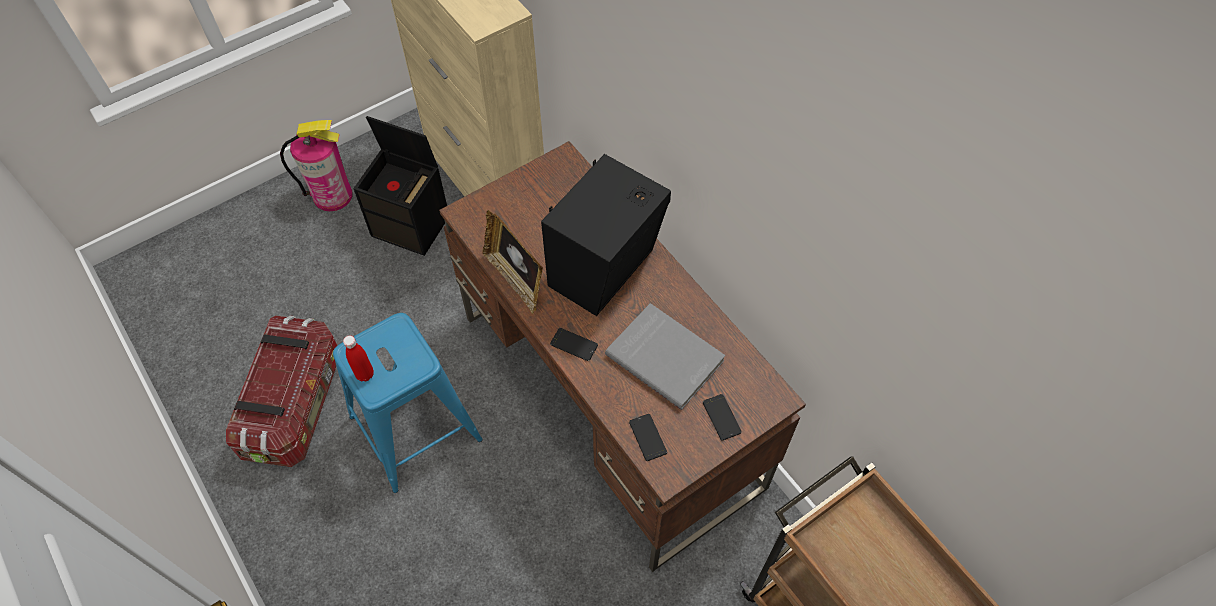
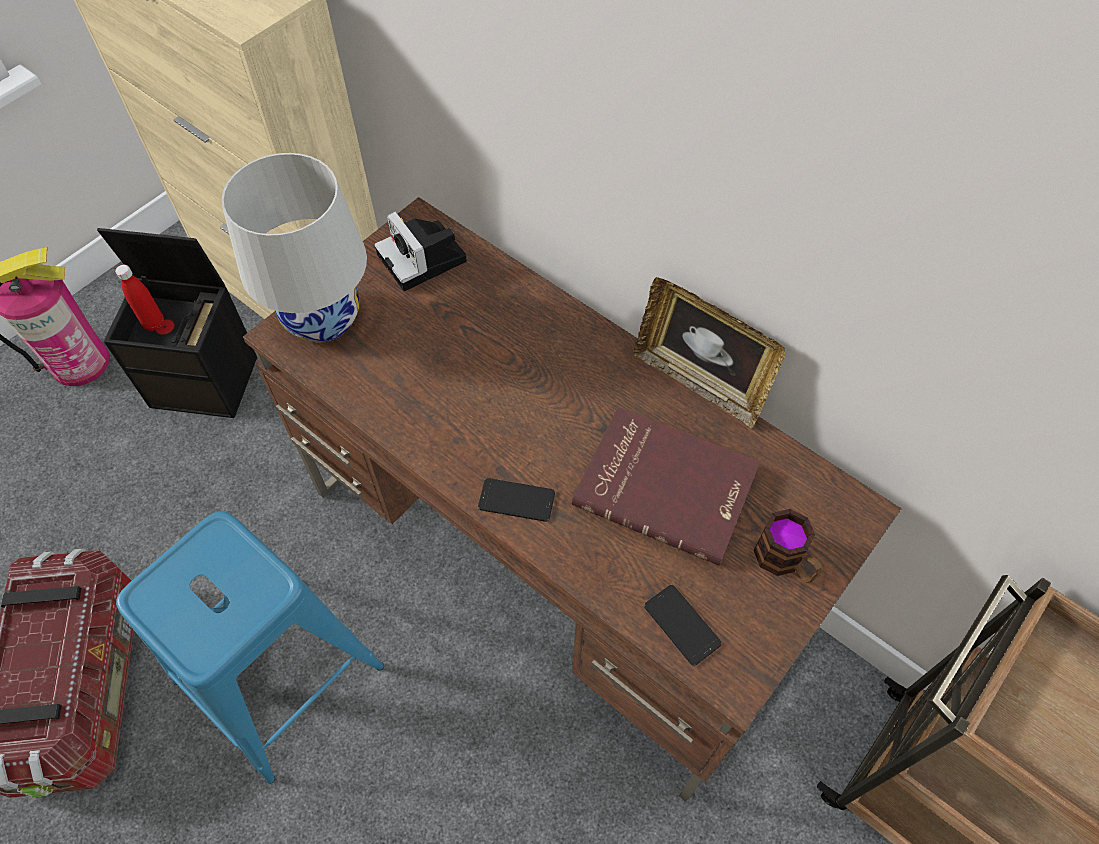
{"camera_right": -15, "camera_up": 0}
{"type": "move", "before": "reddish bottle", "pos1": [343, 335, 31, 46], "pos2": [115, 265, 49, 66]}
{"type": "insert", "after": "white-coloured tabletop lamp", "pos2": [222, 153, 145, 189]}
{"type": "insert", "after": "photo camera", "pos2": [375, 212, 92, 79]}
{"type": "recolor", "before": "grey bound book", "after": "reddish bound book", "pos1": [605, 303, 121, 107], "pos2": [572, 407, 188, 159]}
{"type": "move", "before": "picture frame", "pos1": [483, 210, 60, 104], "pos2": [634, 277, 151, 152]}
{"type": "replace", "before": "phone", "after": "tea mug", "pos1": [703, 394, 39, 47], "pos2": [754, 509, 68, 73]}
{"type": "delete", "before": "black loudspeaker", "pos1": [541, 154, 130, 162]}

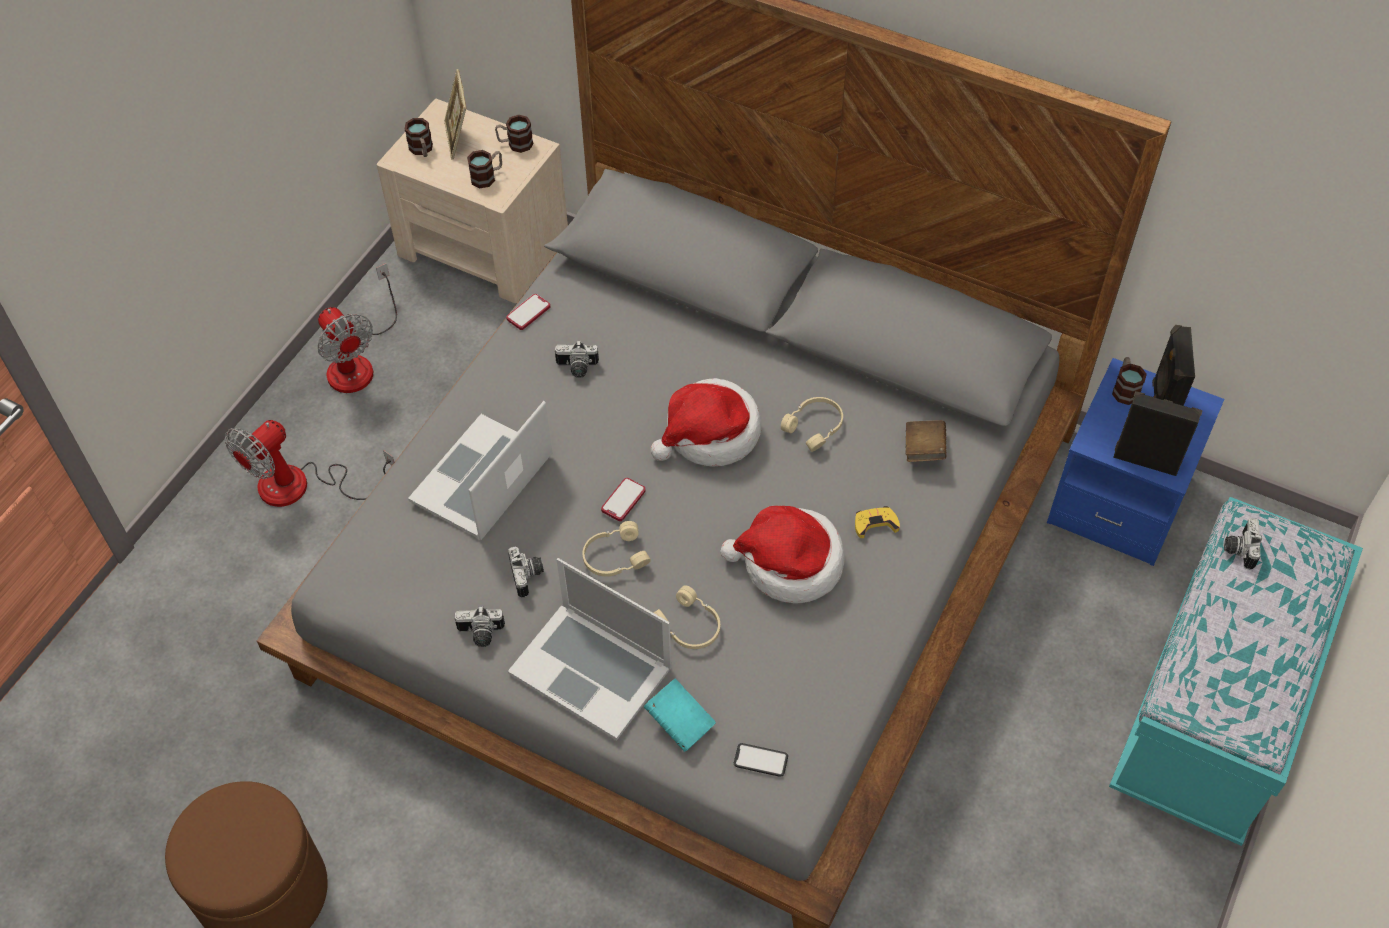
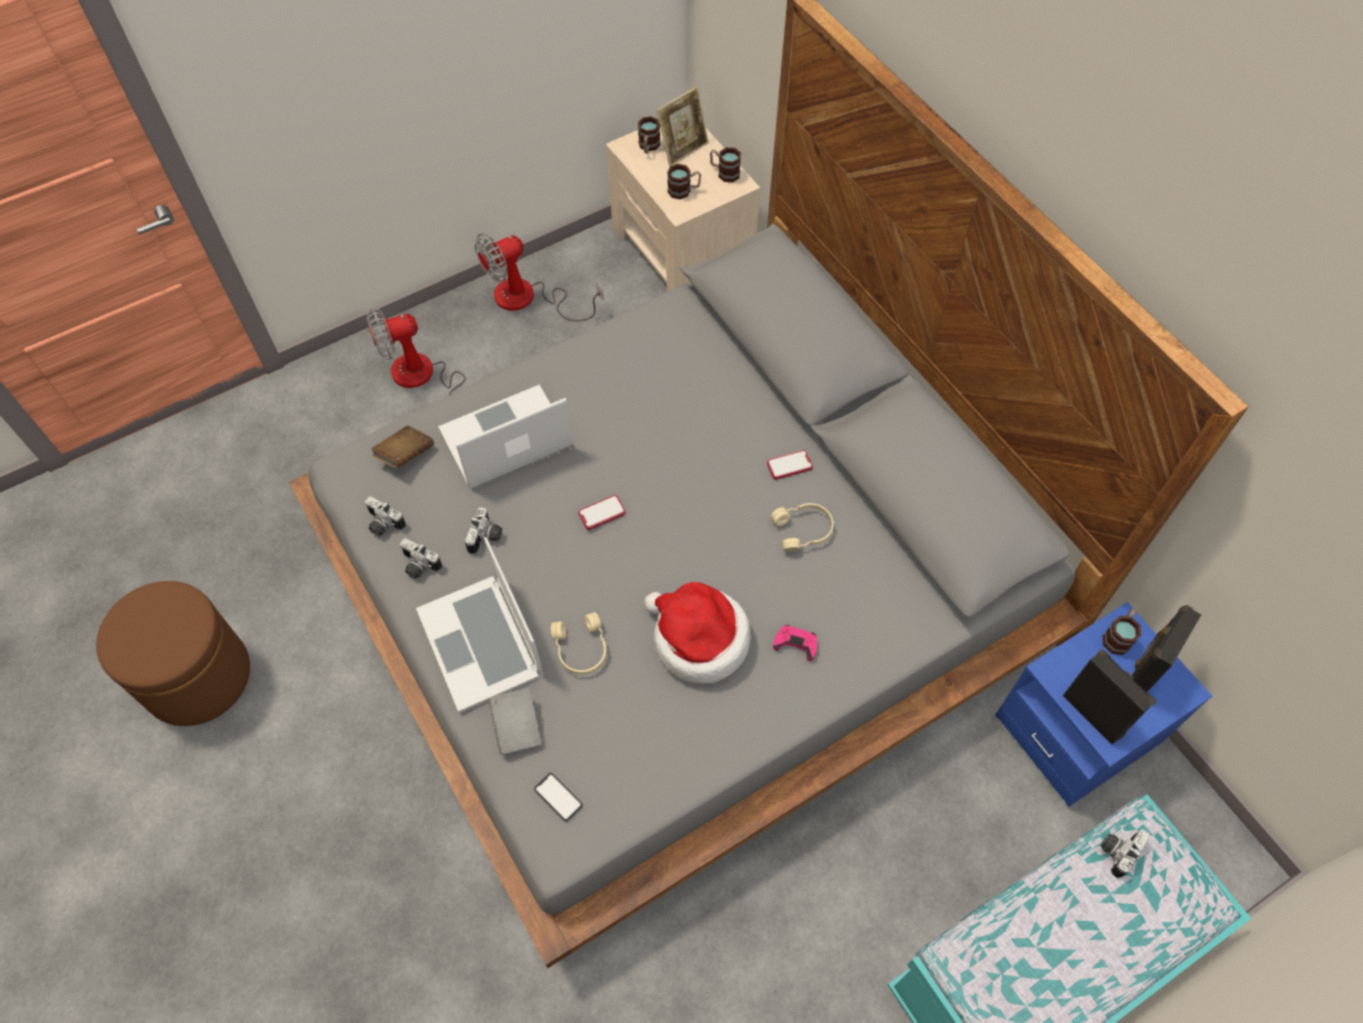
{"camera_right": 30, "camera_up": 5}
{"type": "move", "before": "photo camera", "pos1": [555, 341, 44, 37], "pos2": [365, 496, 41, 40]}
{"type": "move", "before": "brown-coloured bound book", "pos1": [906, 420, 40, 42], "pos2": [371, 426, 63, 42]}
{"type": "rotate", "before": "fan", "pos1": [317, 263, 80, 130], "pos2": [474, 233, 130, 88], "turn": 60}
{"type": "recolor", "before": "turquoise-coloured bound book", "after": "grey bound book", "pos1": [644, 679, 72, 73], "pos2": [488, 688, 54, 67]}
{"type": "rotate", "before": "picture frame", "pos1": [444, 69, 22, 90], "pos2": [657, 87, 52, 79], "turn": -150}
{"type": "move", "before": "phone", "pos1": [506, 294, 44, 36], "pos2": [767, 450, 46, 30]}
{"type": "recolor", "before": "yellow game controller", "after": "pink-coloured game controller", "pos1": [855, 506, 45, 32], "pos2": [773, 625, 44, 36]}
{"type": "delete", "before": "beige-coloured pair of headphones", "pos1": [582, 521, 69, 55]}
{"type": "delete", "before": "wearable hat", "pos1": [651, 378, 110, 88]}

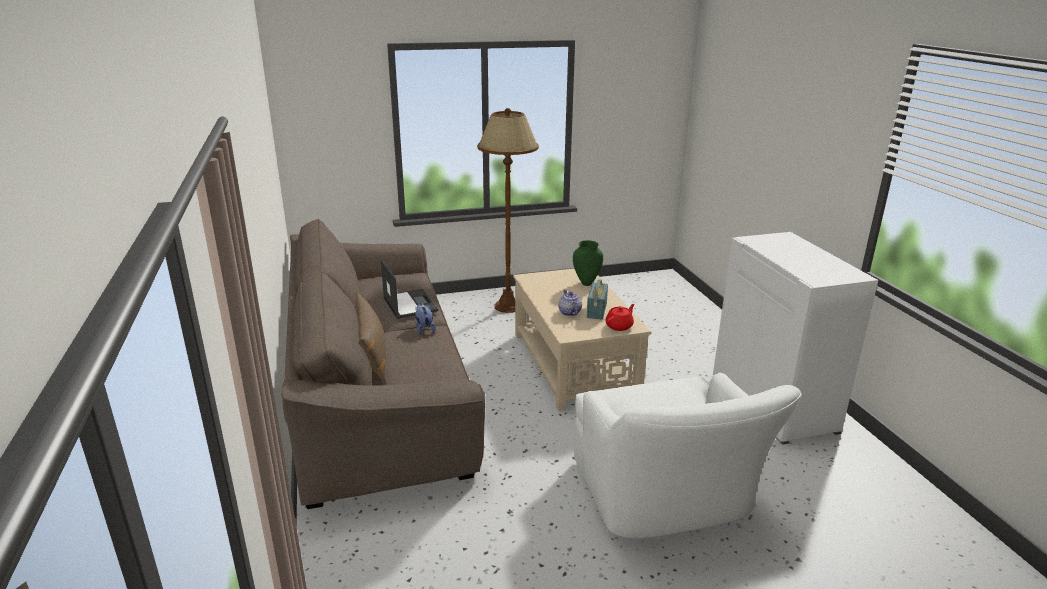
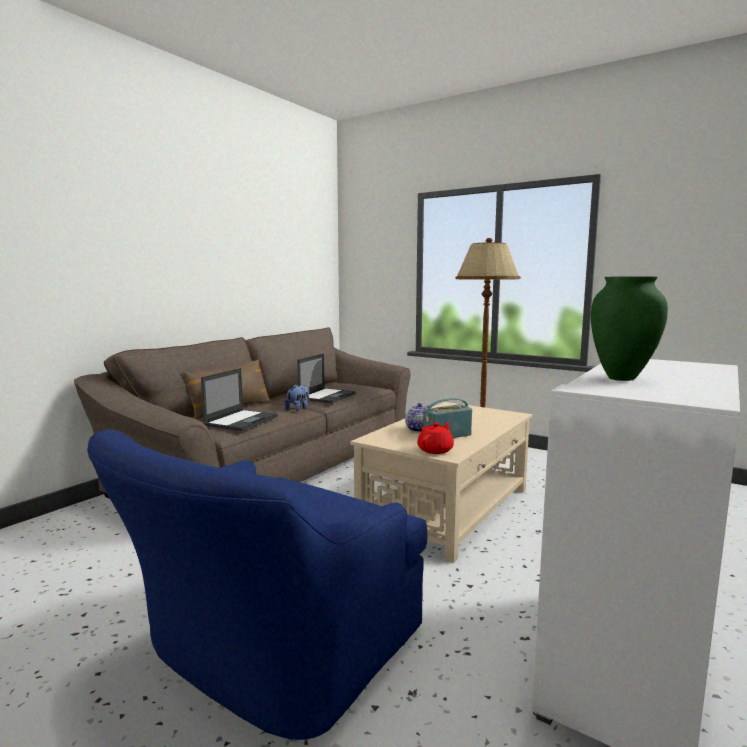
{"camera_right": 50, "camera_up": -15}
{"type": "recolor", "before": "white-coloured easy chair", "after": "blue-coloured easy chair", "pos1": [574, 373, 228, 166], "pos2": [87, 429, 340, 311]}
{"type": "insert", "after": "notebook computer", "pos2": [201, 368, 77, 63]}
{"type": "rotate", "before": "reddish teapot", "pos1": [606, 304, 29, 27], "pos2": [417, 422, 37, 32], "turn": -60}
{"type": "move", "before": "green vase", "pos1": [573, 240, 30, 46], "pos2": [591, 276, 77, 105]}

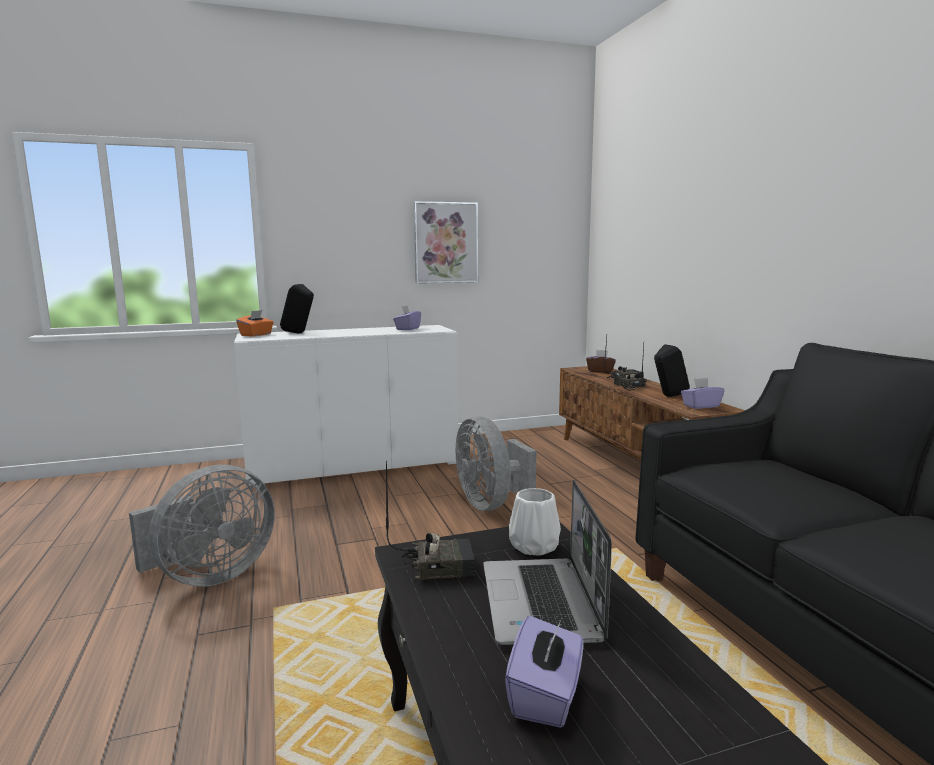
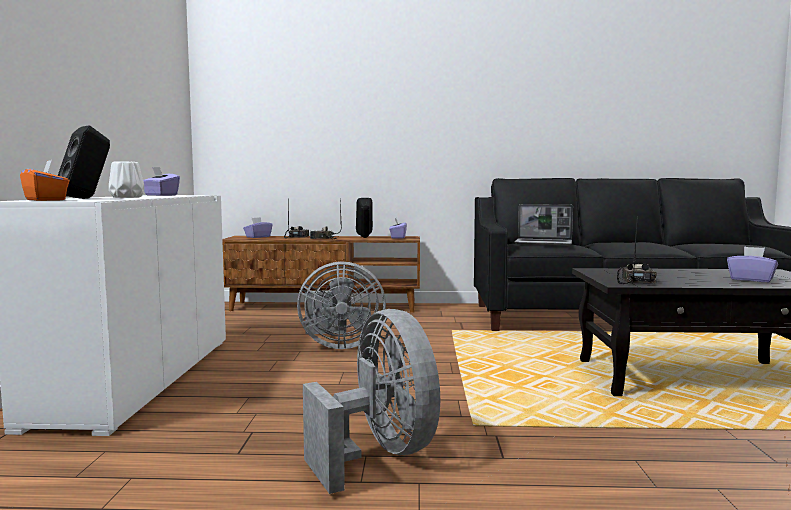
{"camera_right": -70, "camera_up": -5}
{"type": "move", "before": "white-coloured vase", "pos1": [509, 488, 52, 68], "pos2": [109, 161, 35, 37]}
{"type": "recolor", "before": "brown-coloured tissue holder", "after": "purplish tissue holder", "pos1": [586, 350, 30, 23], "pos2": [243, 217, 29, 21]}
{"type": "move", "before": "notebook computer", "pos1": [483, 480, 129, 165], "pos2": [514, 204, 59, 42]}
{"type": "delete", "before": "wall picture", "pos1": [413, 201, 65, 82]}

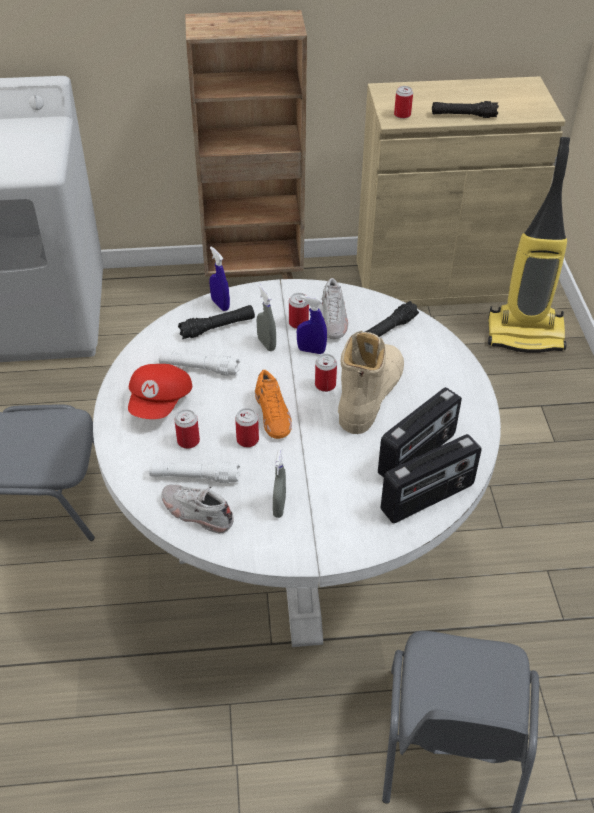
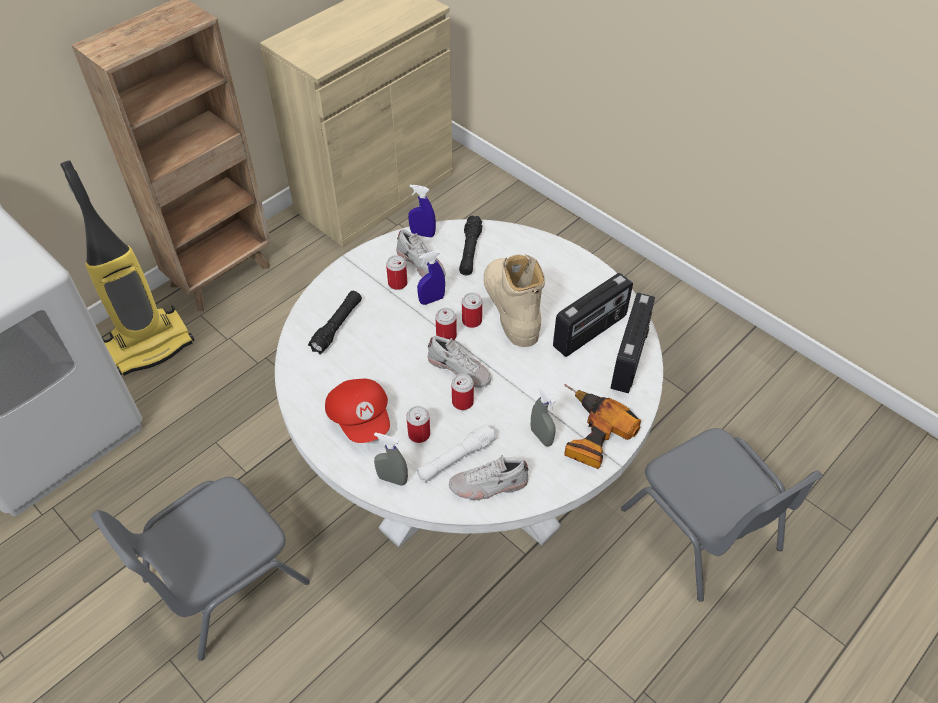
{"camera_right": -40, "camera_up": 5}
{"type": "move", "before": "hoover", "pos1": [488, 137, 82, 216], "pos2": [60, 160, 135, 216]}
{"type": "move", "before": "grey sprayer", "pos1": [257, 285, 19, 66], "pos2": [374, 432, 34, 54]}
{"type": "move", "before": "blue-coloured sprayer", "pos1": [209, 246, 21, 65], "pos2": [408, 185, 28, 53]}
{"type": "recolor", "before": "orange shoe", "after": "white-coloured shoe", "pos1": [255, 370, 37, 69], "pos2": [428, 336, 63, 52]}
{"type": "move", "before": "sealed can", "pos1": [394, 86, 19, 33], "pos2": [435, 308, 22, 33]}
{"type": "rotate", "before": "radio", "pos1": [378, 387, 84, 90], "pos2": [553, 273, 80, 84], "turn": 45}
{"type": "insert", "after": "drill", "pos2": [564, 384, 77, 85]}
{"type": "delete", "before": "white-coloured torch", "pos1": [159, 350, 81, 26]}
{"type": "delete", "before": "black torch", "pos1": [432, 101, 67, 17]}

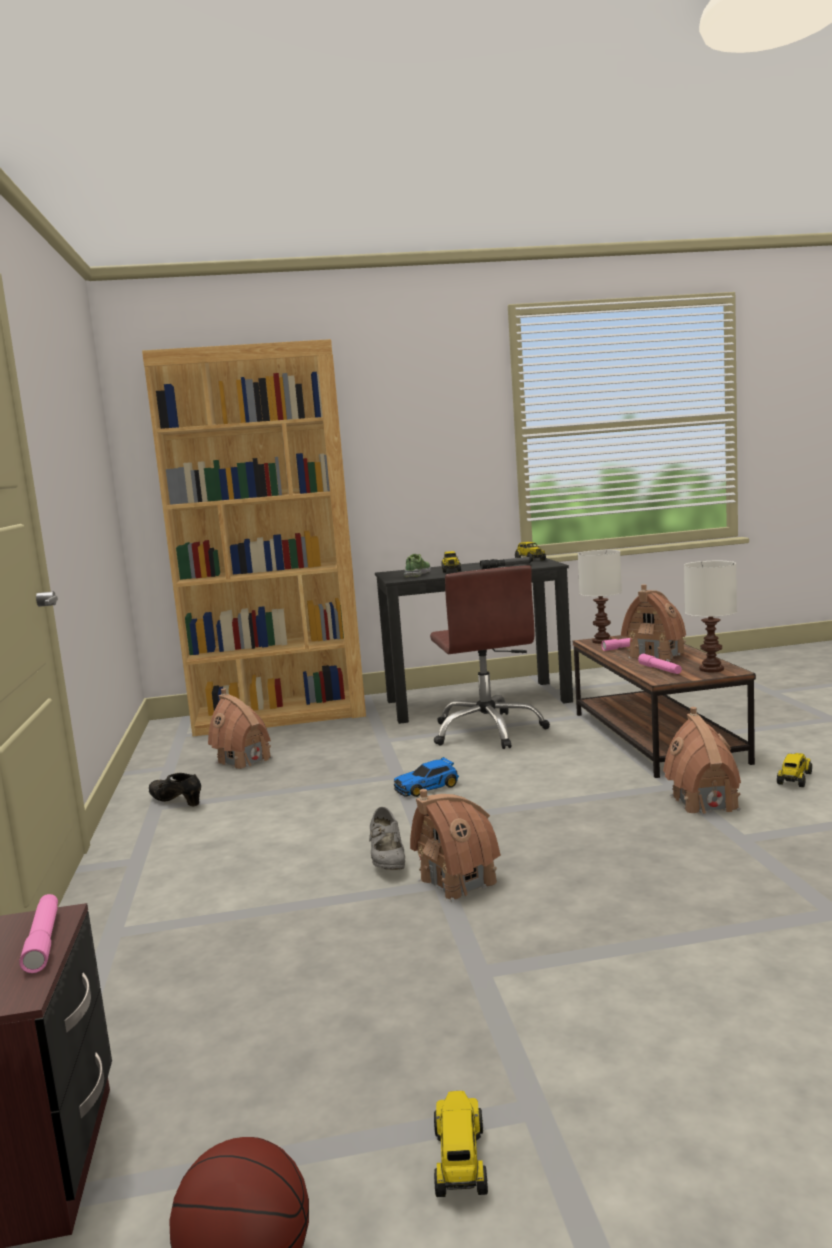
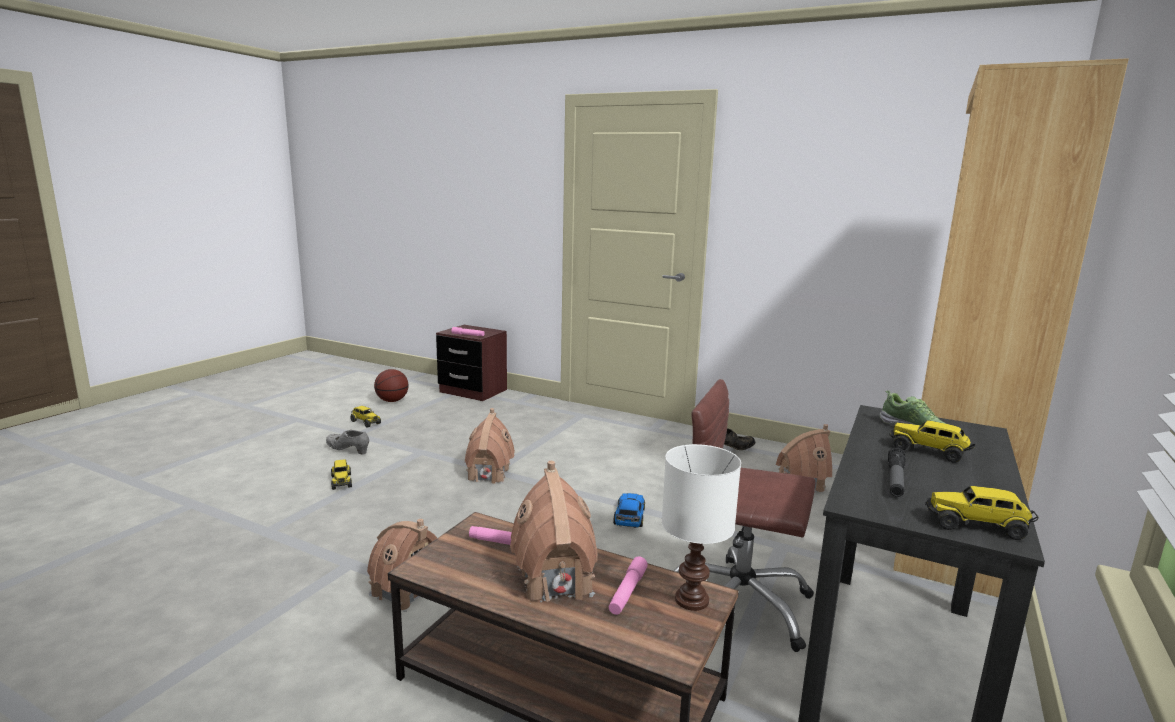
{"camera_right": 125, "camera_up": 5}
{"type": "move", "before": "grey shoe", "pos1": [369, 807, 36, 63], "pos2": [326, 430, 43, 25]}
{"type": "move", "before": "toy lorry", "pos1": [777, 753, 35, 34], "pos2": [331, 459, 21, 31]}
{"type": "delete", "before": "white-coloured tabletop lamp", "pos1": [684, 561, 53, 111]}

